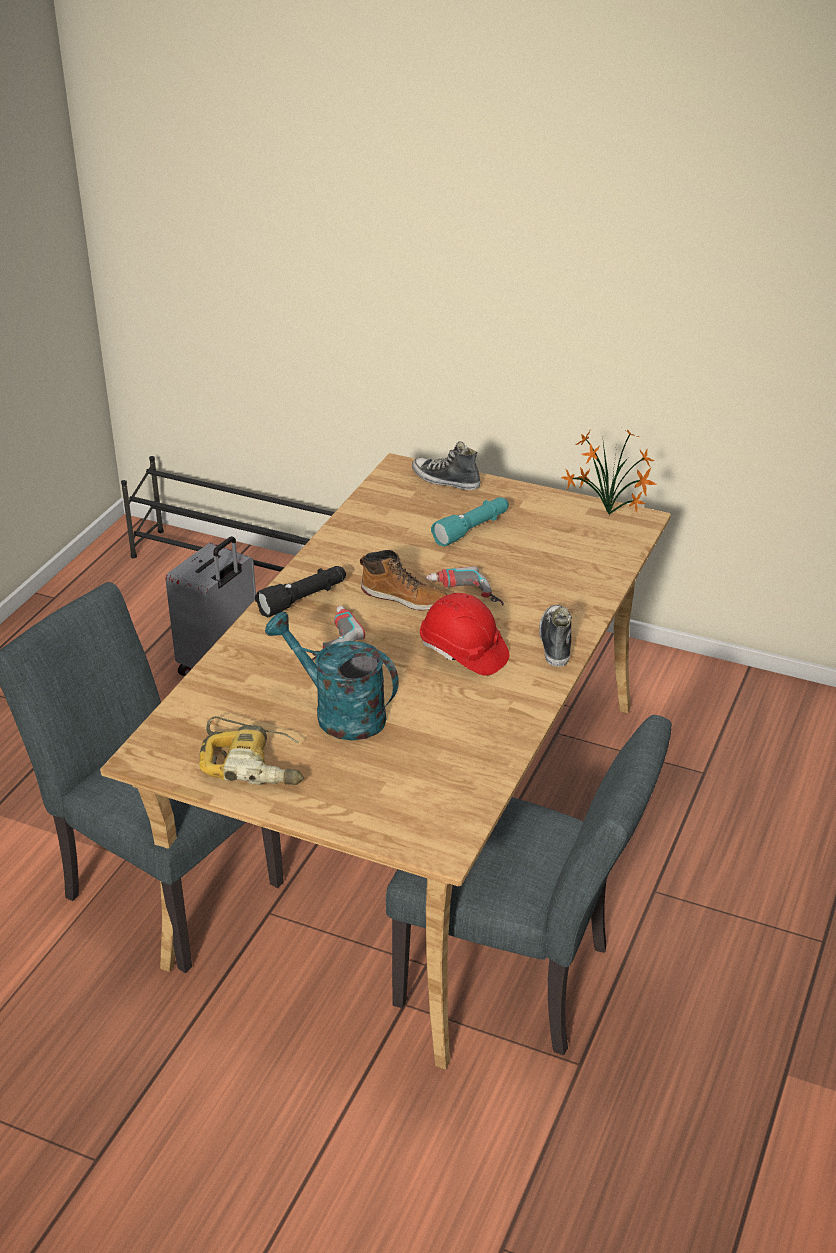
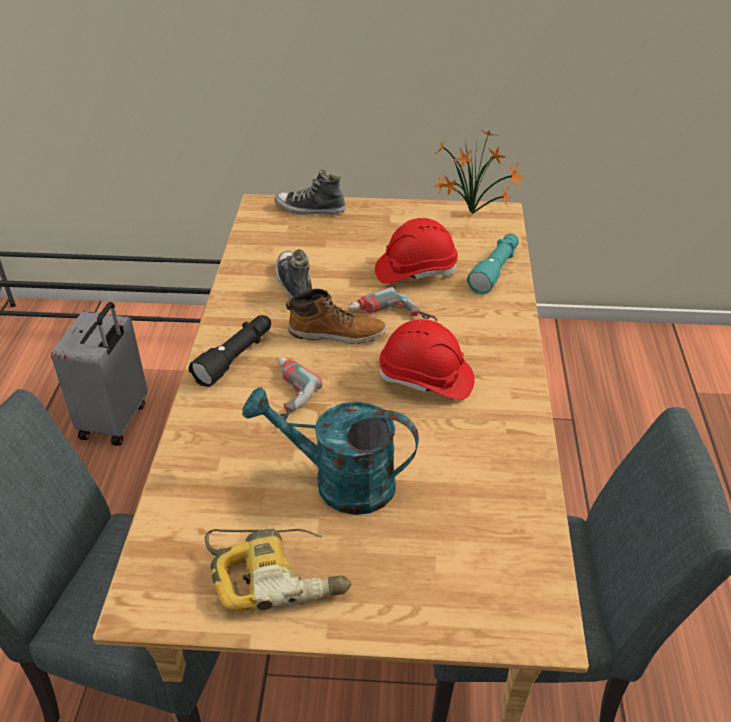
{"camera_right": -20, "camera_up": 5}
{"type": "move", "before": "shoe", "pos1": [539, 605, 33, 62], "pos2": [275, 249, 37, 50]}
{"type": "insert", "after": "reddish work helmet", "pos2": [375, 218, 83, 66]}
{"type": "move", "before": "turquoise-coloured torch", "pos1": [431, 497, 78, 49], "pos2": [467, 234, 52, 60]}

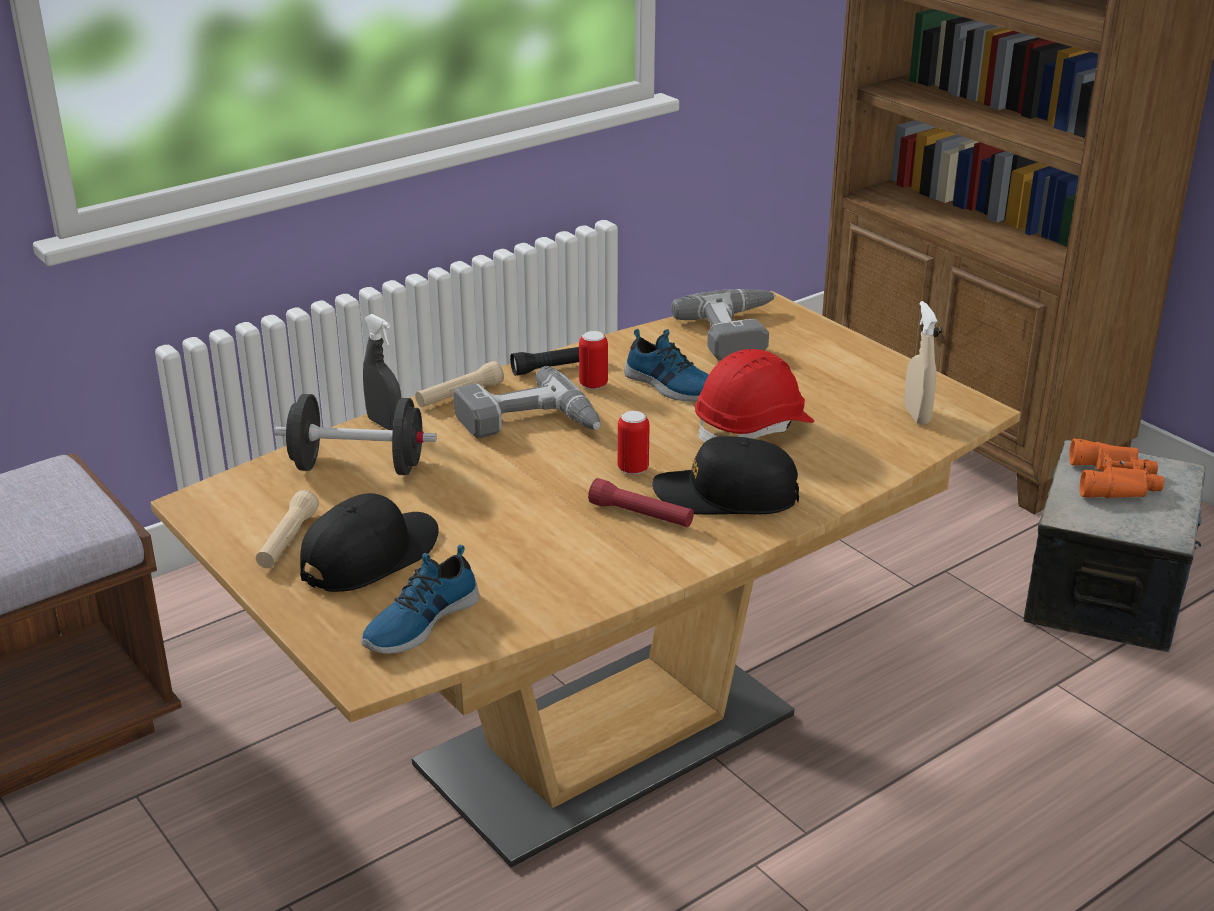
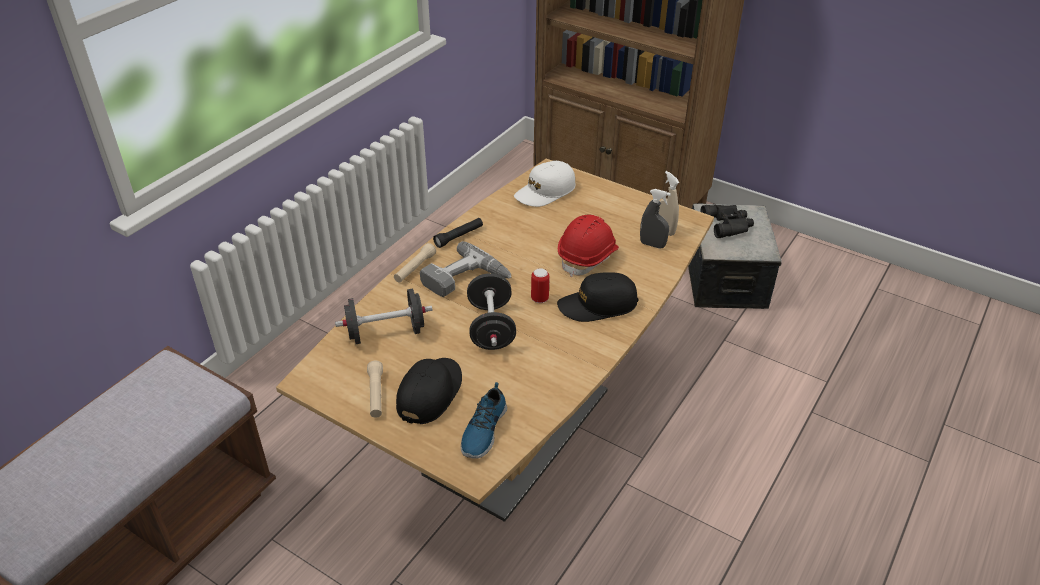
{"camera_right": -20, "camera_up": 10}
{"type": "insert", "after": "black free weight", "pos2": [467, 273, 49, 77]}
{"type": "replace", "before": "drill", "after": "white-coloured baseball cap", "pos1": [671, 289, 105, 72], "pos2": [514, 161, 62, 46]}
{"type": "move", "before": "grey sprayer", "pos1": [363, 314, 38, 116], "pos2": [640, 189, 31, 60]}
{"type": "recolor", "before": "orange binoculars", "after": "black binoculars", "pos1": [1069, 438, 95, 60], "pos2": [700, 205, 54, 33]}
{"type": "delete", "before": "sealed can", "pos1": [579, 331, 29, 59]}
{"type": "delete", "before": "reddish torch", "pos1": [588, 478, 106, 49]}
{"type": "delete", "before": "shoe", "pos1": [624, 329, 85, 73]}

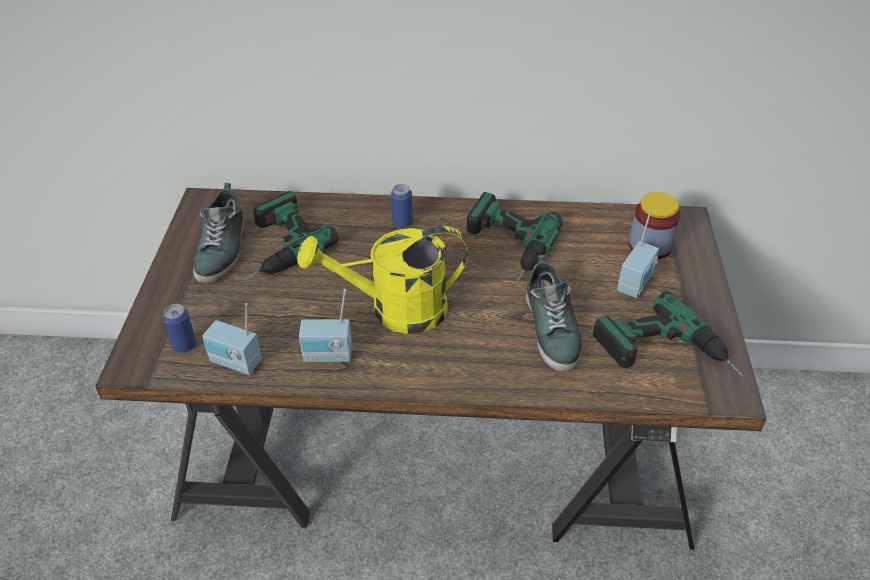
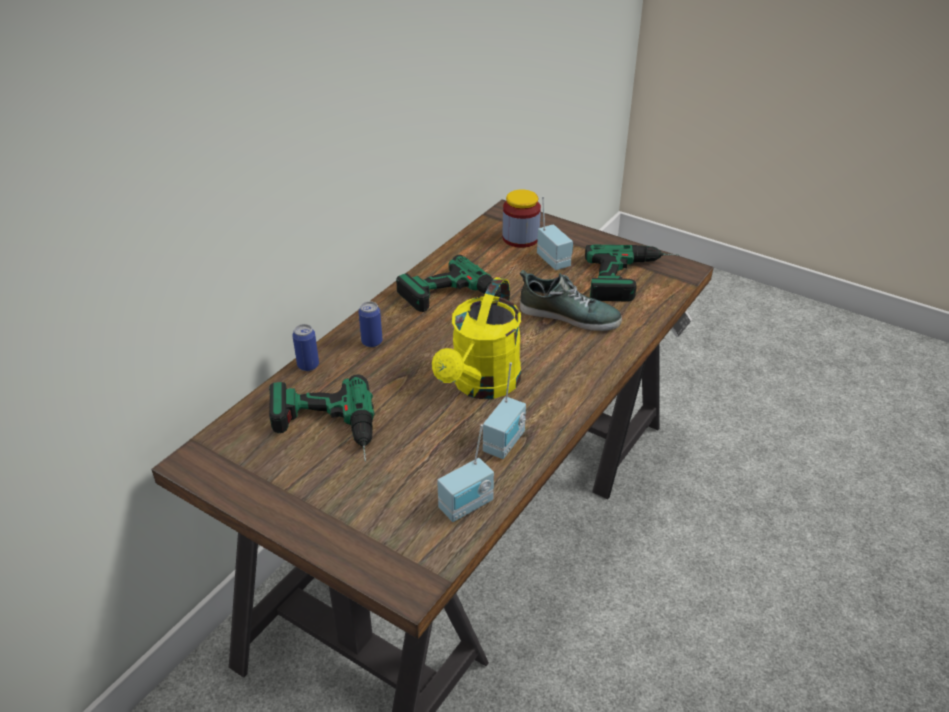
{"camera_right": -60, "camera_up": -5}
{"type": "move", "before": "sealed can", "pos1": [163, 304, 33, 49], "pos2": [292, 324, 27, 47]}
{"type": "delete", "before": "shoe", "pos1": [193, 183, 52, 100]}

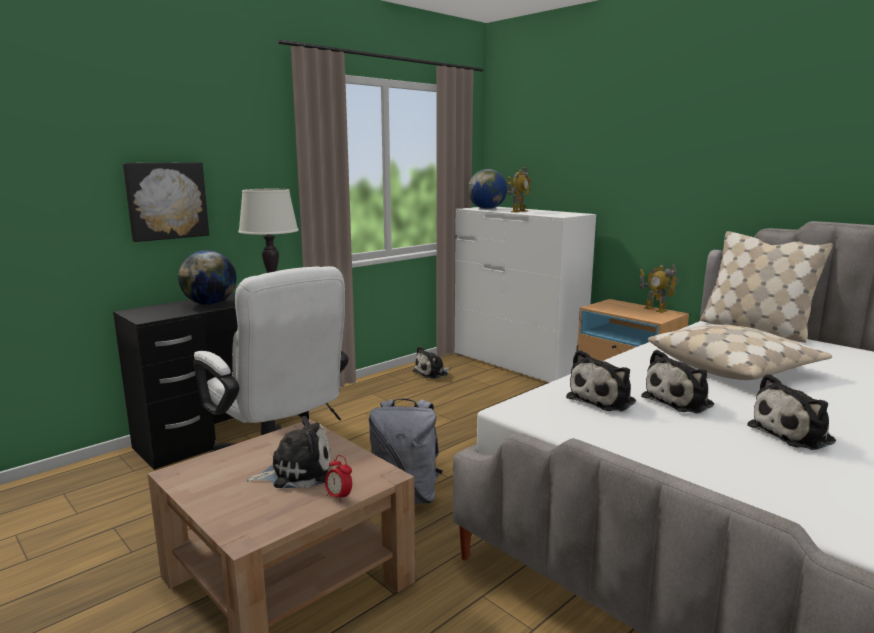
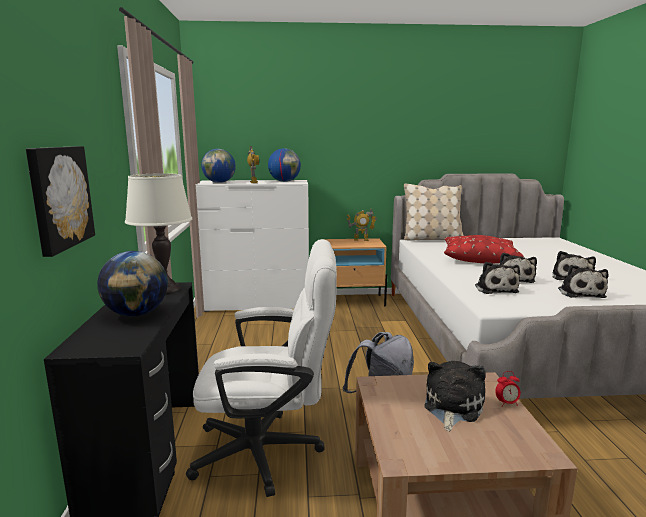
{"camera_right": -50, "camera_up": 0}
{"type": "insert", "after": "globe", "pos2": [268, 148, 33, 34]}
{"type": "recolor", "before": "beige-coloured cushion", "after": "reddish cushion", "pos1": [648, 324, 184, 56], "pos2": [444, 235, 80, 29]}
{"type": "move", "before": "plush toy", "pos1": [412, 346, 38, 33], "pos2": [558, 265, 51, 33]}

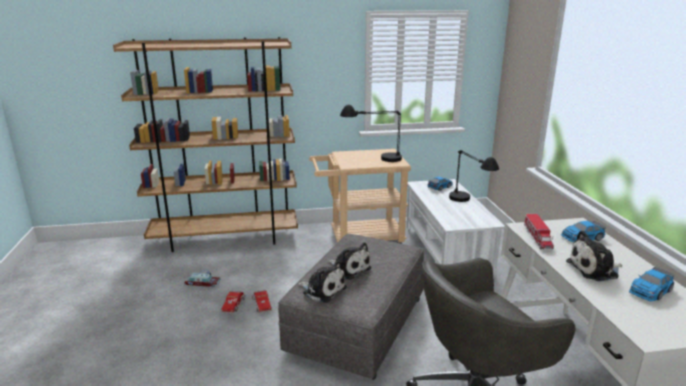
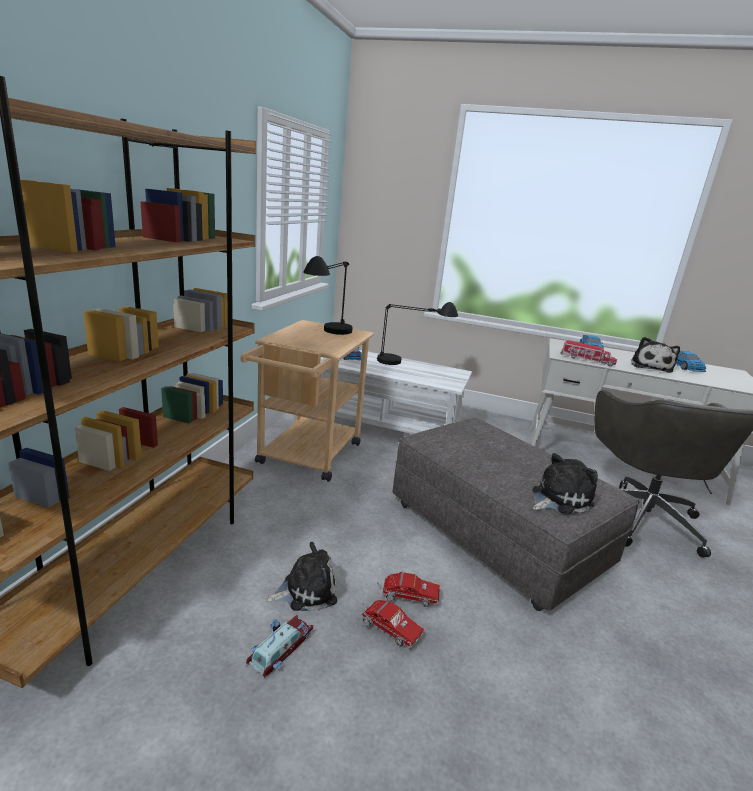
{"camera_right": -65, "camera_up": 0}
{"type": "move", "before": "plush toy", "pos1": [328, 242, 44, 38], "pos2": [265, 542, 72, 69]}

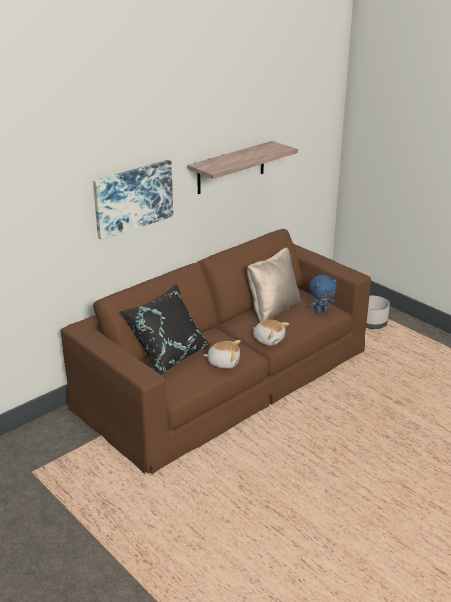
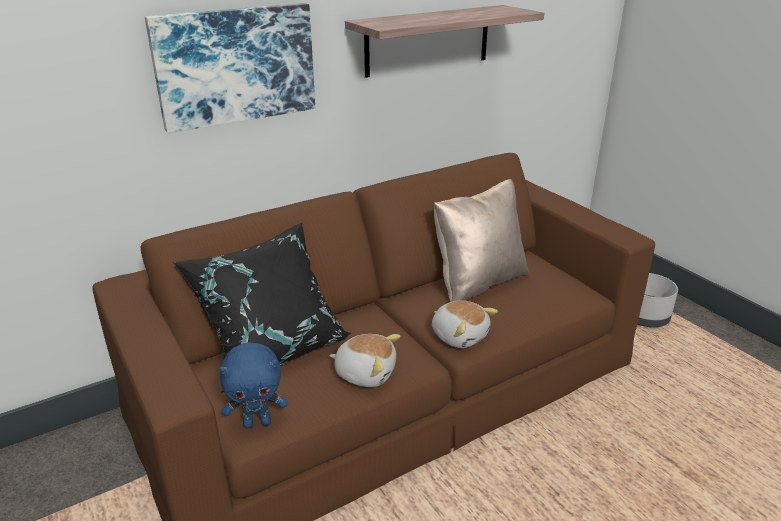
{"camera_right": 10, "camera_up": 0}
{"type": "move", "before": "blue-coloured plush toy", "pos1": [309, 275, 28, 39], "pos2": [219, 343, 69, 85]}

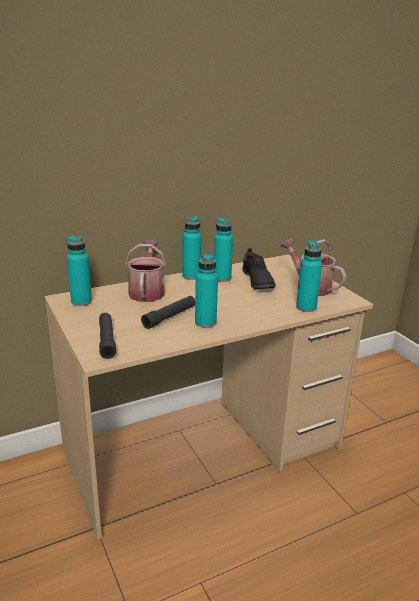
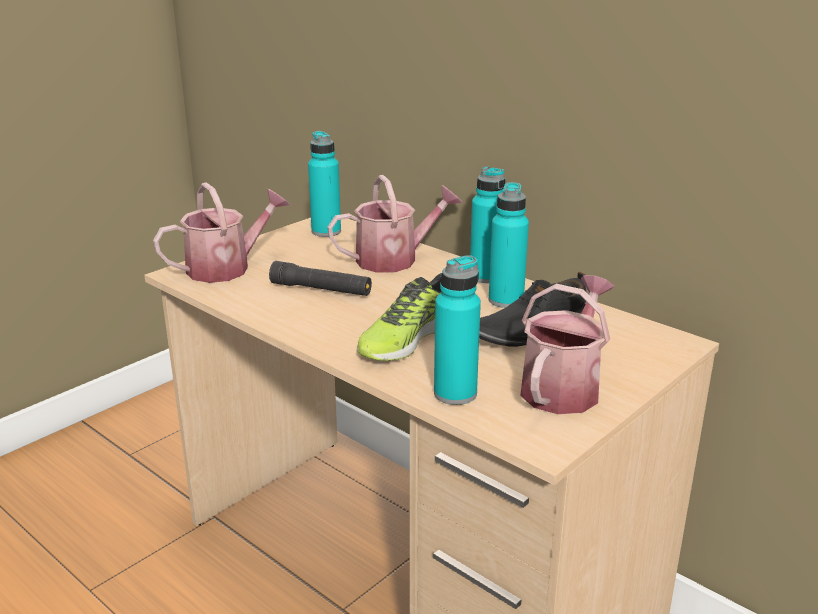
{"camera_right": 70, "camera_up": 0}
{"type": "replace", "before": "black torch", "after": "watering can", "pos1": [99, 313, 17, 46], "pos2": [153, 182, 137, 101]}
{"type": "insert", "after": "shoe", "pos2": [357, 273, 85, 88]}
{"type": "delete", "before": "turquoise-coloured bottle", "pos1": [195, 253, 23, 75]}

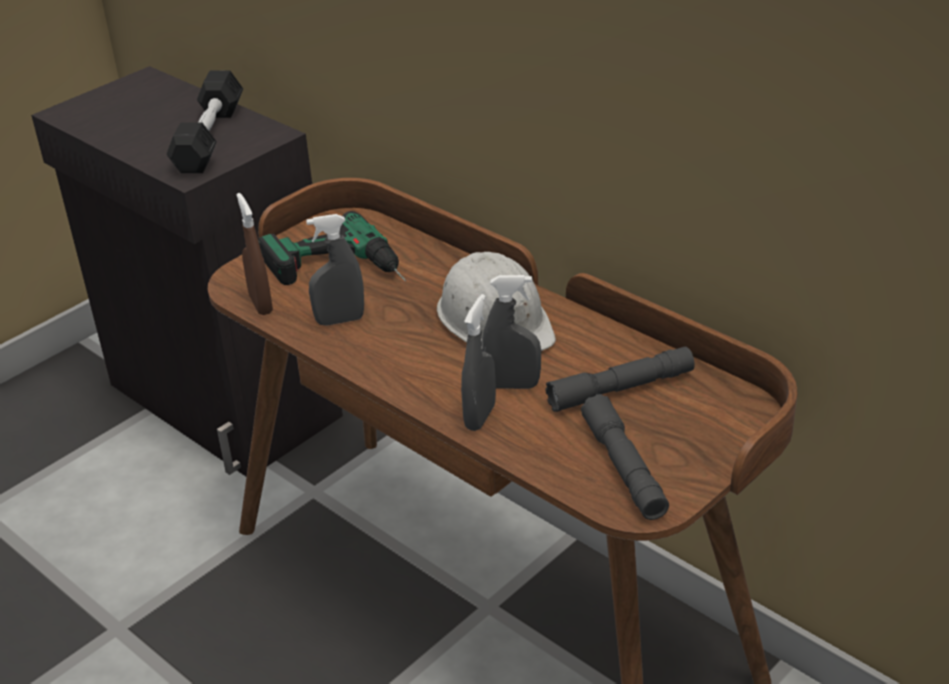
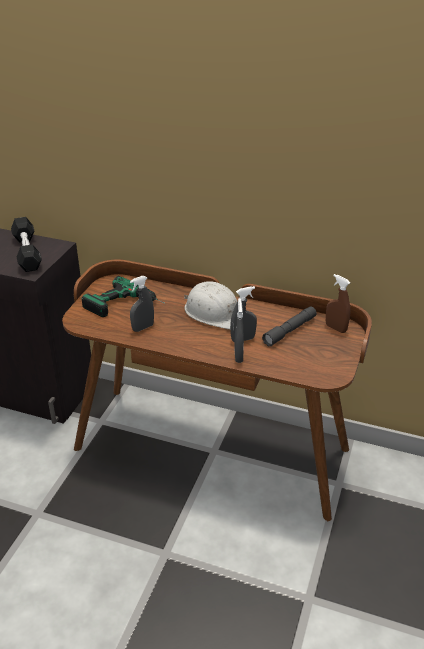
{"camera_right": -25, "camera_up": 0}
{"type": "move", "before": "brown-coloured sprayer", "pos1": [237, 193, 36, 122], "pos2": [326, 274, 24, 59]}
{"type": "delete", "before": "grey torch", "pos1": [581, 394, 88, 126]}

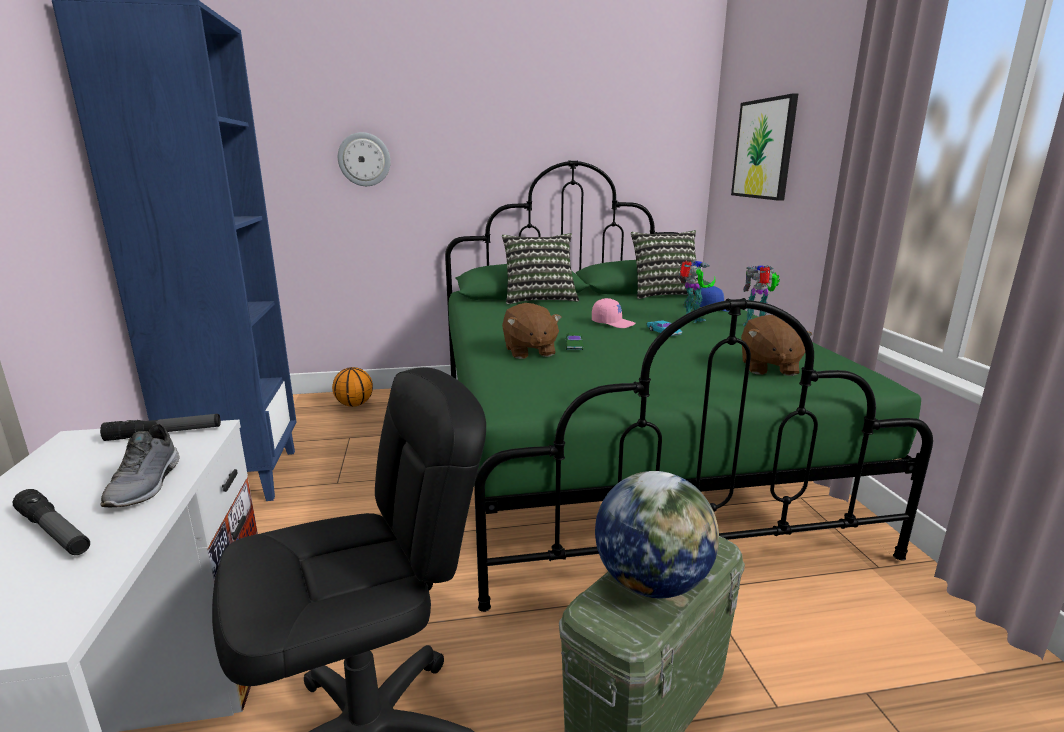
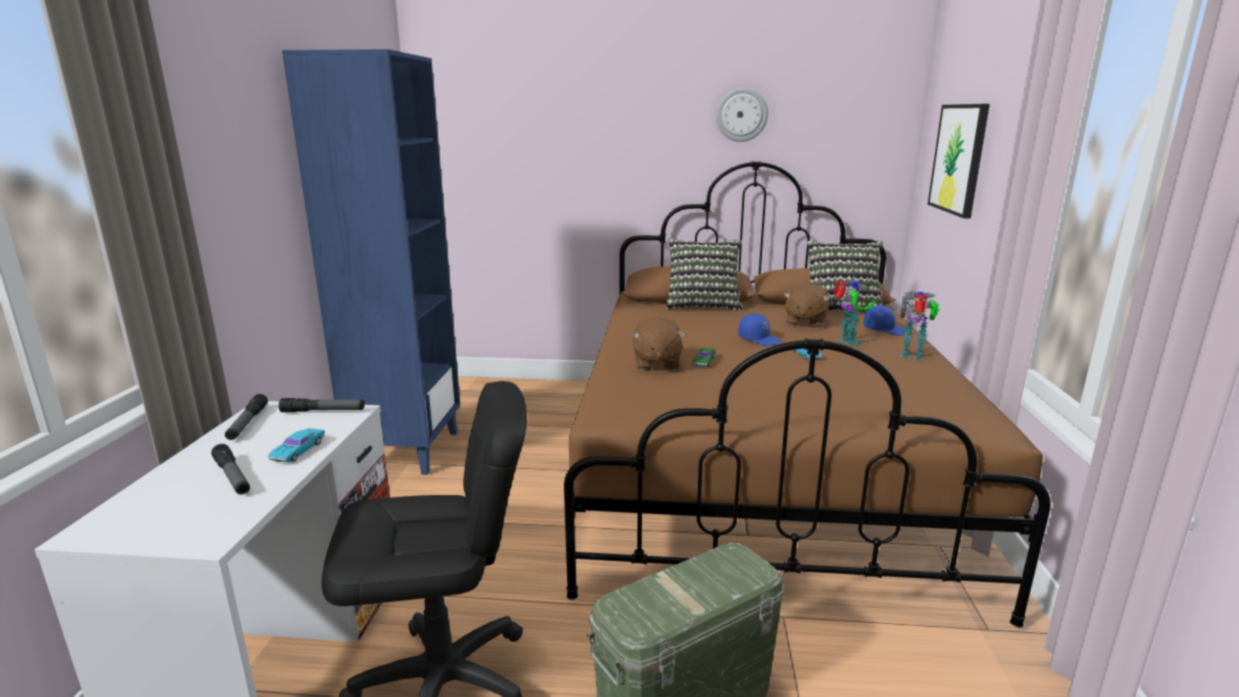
{"camera_right": 15, "camera_up": 0}
{"type": "insert", "after": "torch", "pos2": [225, 394, 43, 46]}
{"type": "replace", "before": "grey shoe", "after": "turquoise-coloured toy car", "pos1": [100, 424, 79, 83], "pos2": [268, 428, 57, 34]}
{"type": "recolor", "before": "green sleeping bed", "after": "brown-coloured sleeping bed", "pos1": [445, 160, 488, 452], "pos2": [564, 161, 487, 466]}
{"type": "move", "before": "clock on the wall", "pos1": [338, 132, 53, 54], "pos2": [716, 87, 52, 55]}
{"type": "recolor", "before": "pink-coloured baseball cap", "after": "blue-coloured baseball cap", "pos1": [592, 298, 44, 30], "pos2": [738, 314, 45, 32]}
{"type": "move", "before": "brown-coloured plush toy", "pos1": [741, 315, 71, 61], "pos2": [784, 283, 46, 46]}
{"type": "delete", "before": "basketball", "pos1": [332, 367, 41, 40]}
{"type": "delete", "before": "globe", "pos1": [595, 471, 124, 127]}

